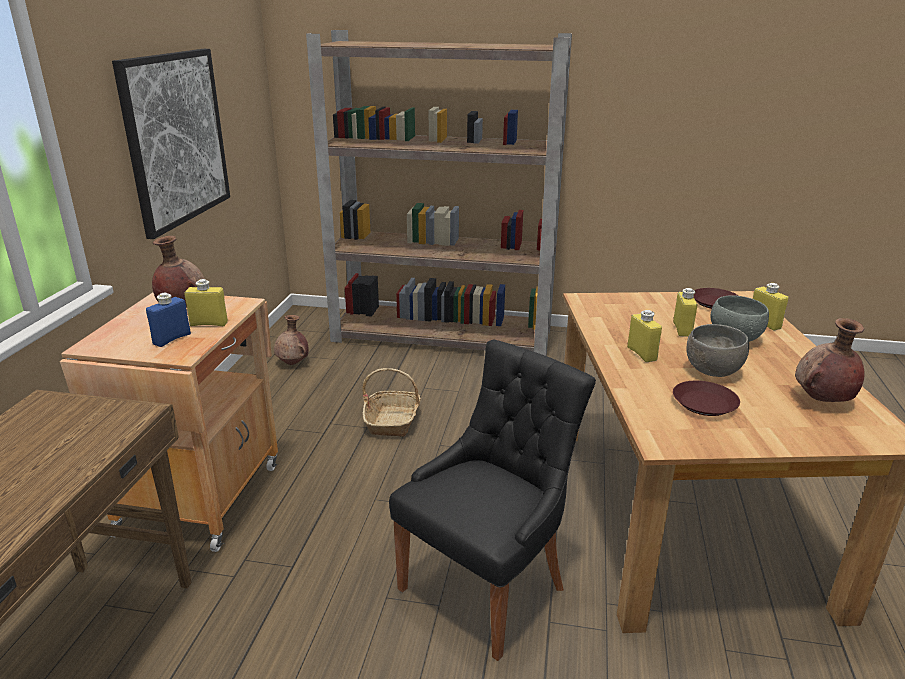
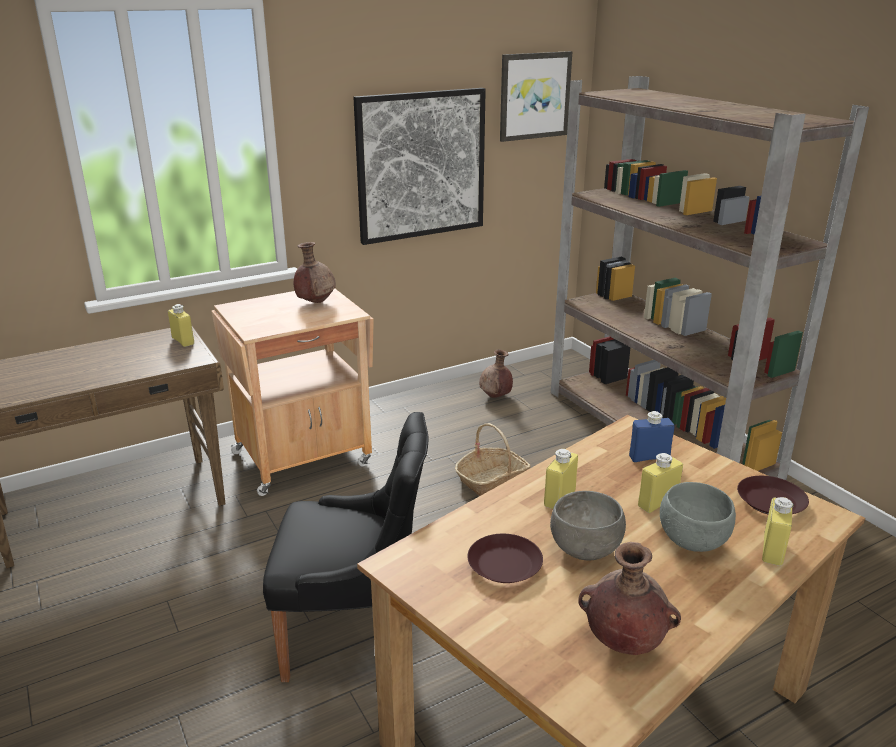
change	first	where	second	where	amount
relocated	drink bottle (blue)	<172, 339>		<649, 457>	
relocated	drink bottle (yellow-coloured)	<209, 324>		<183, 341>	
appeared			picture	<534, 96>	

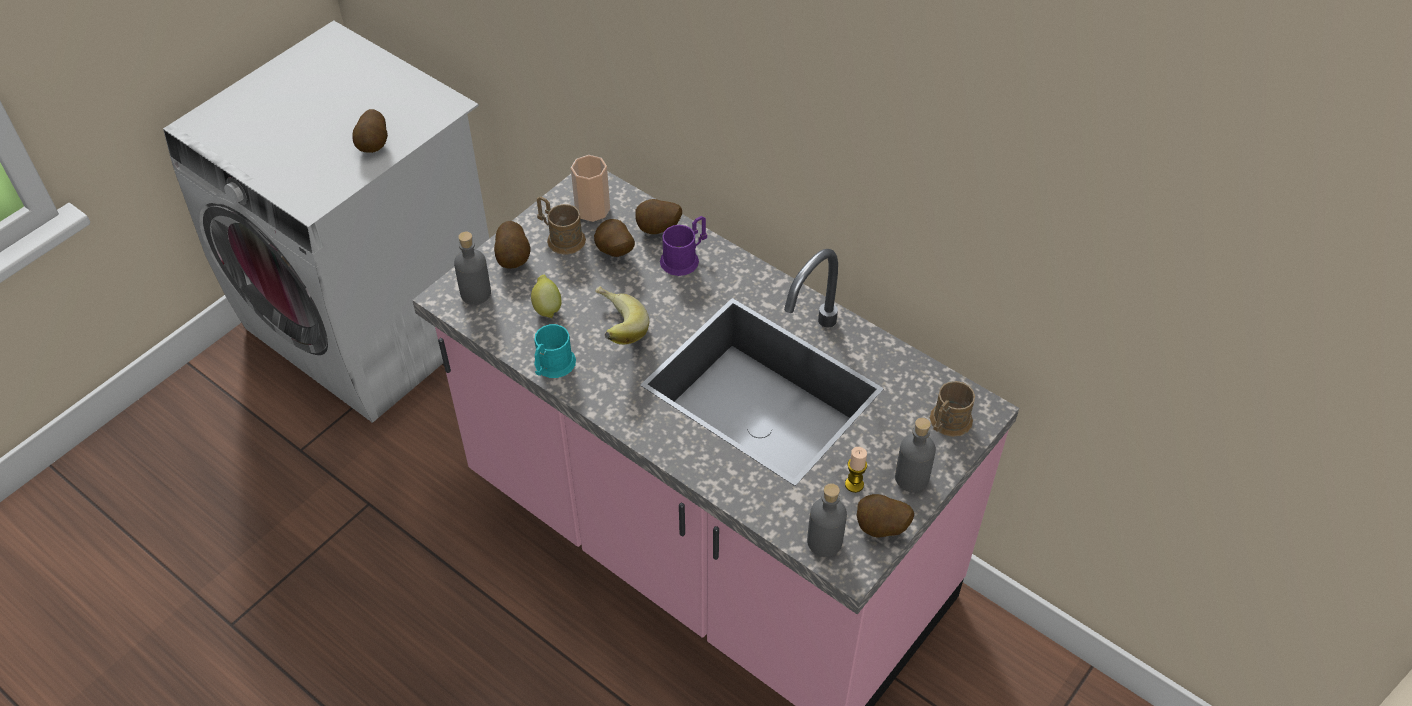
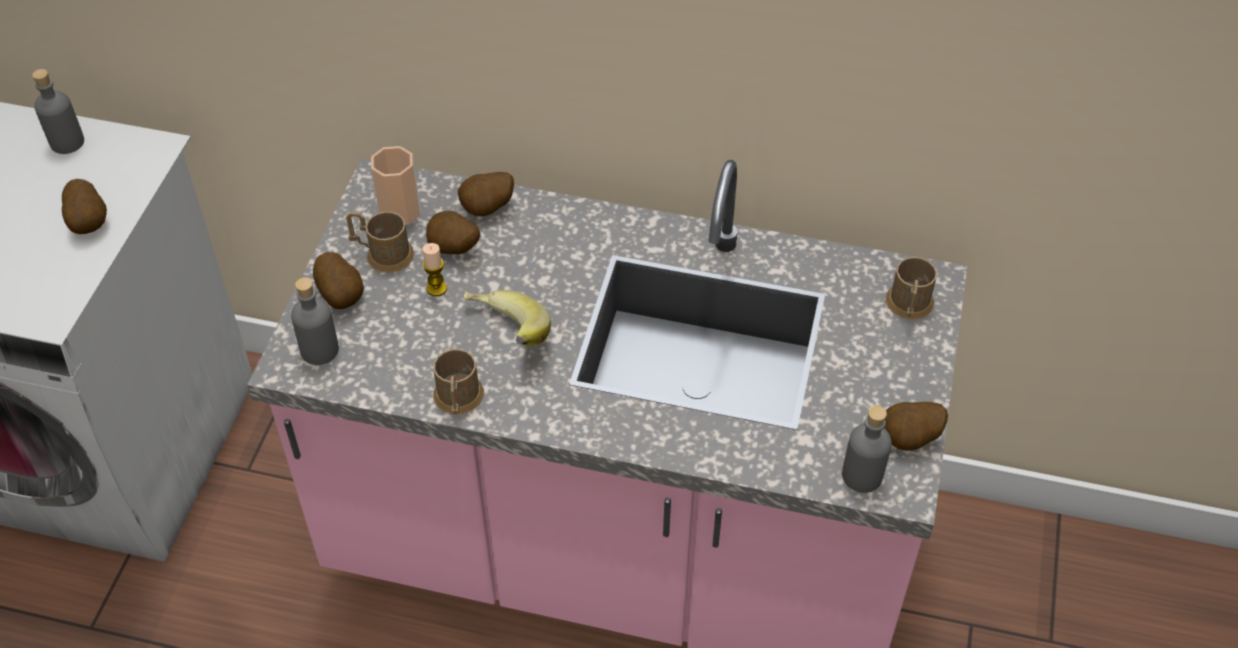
change	first	where	second	where	amount
missing	lemon	<547, 307>			
colour	mug (turquoise)	<552, 366>	mug (brownish)	<458, 400>	
missing	mug (purple)	<684, 258>			
relocated	candle	<854, 484>		<436, 288>	
relocated	drink bottle (grey)	<911, 478>		<67, 142>	

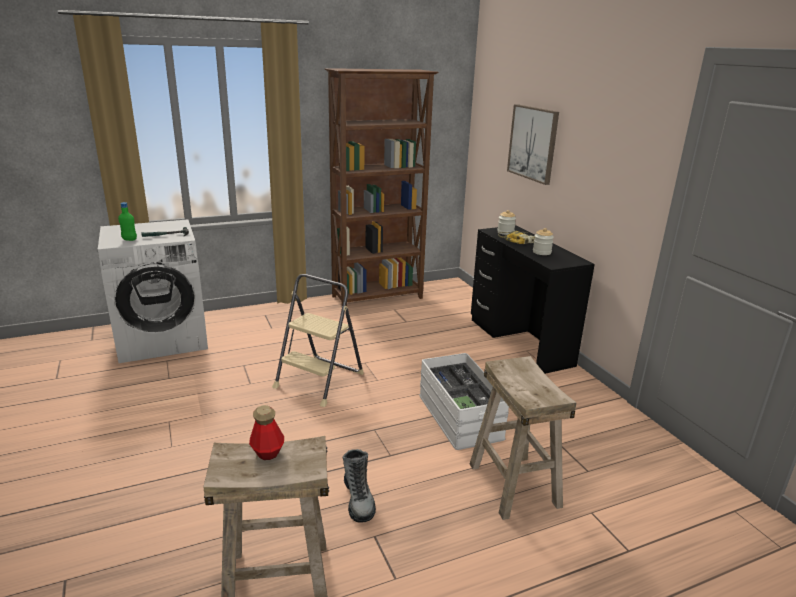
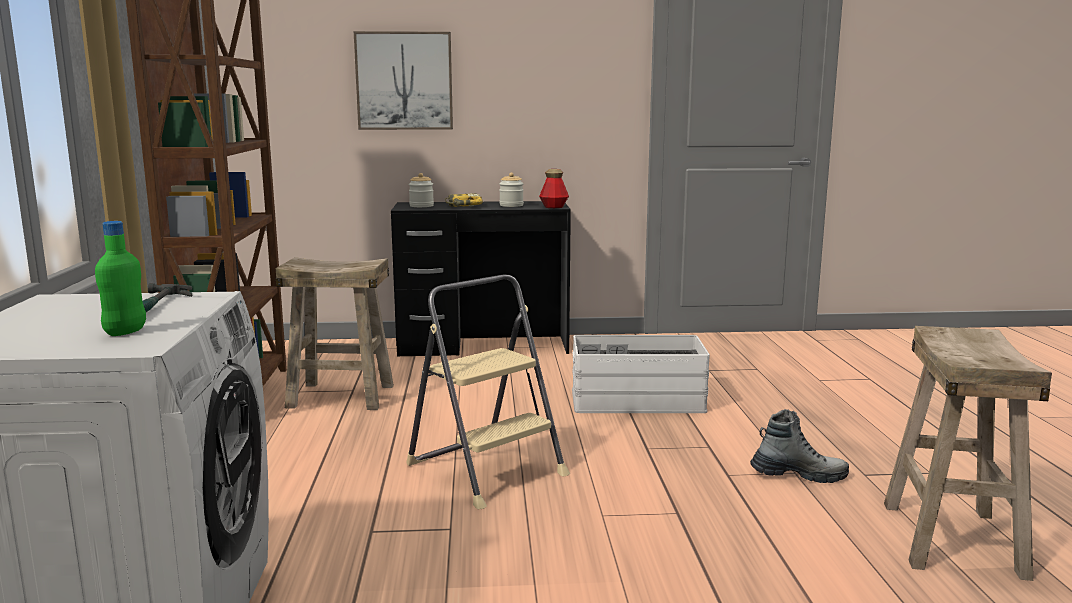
change	first	where	second	where	amount
relocated	drink bottle	<267, 452>		<554, 207>	
relocated	stool (beige-coloured)	<514, 485>		<341, 396>	

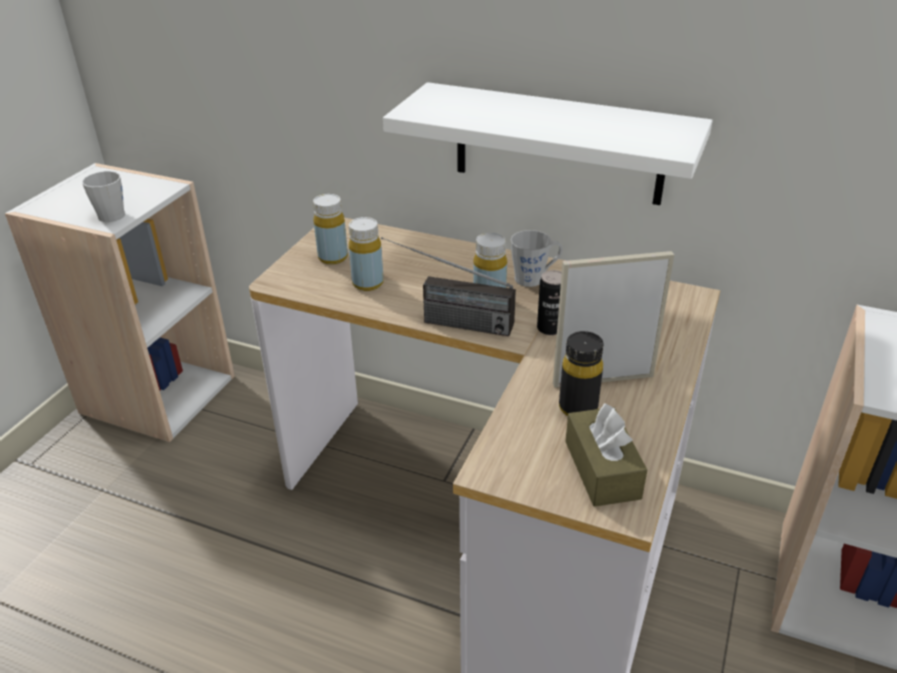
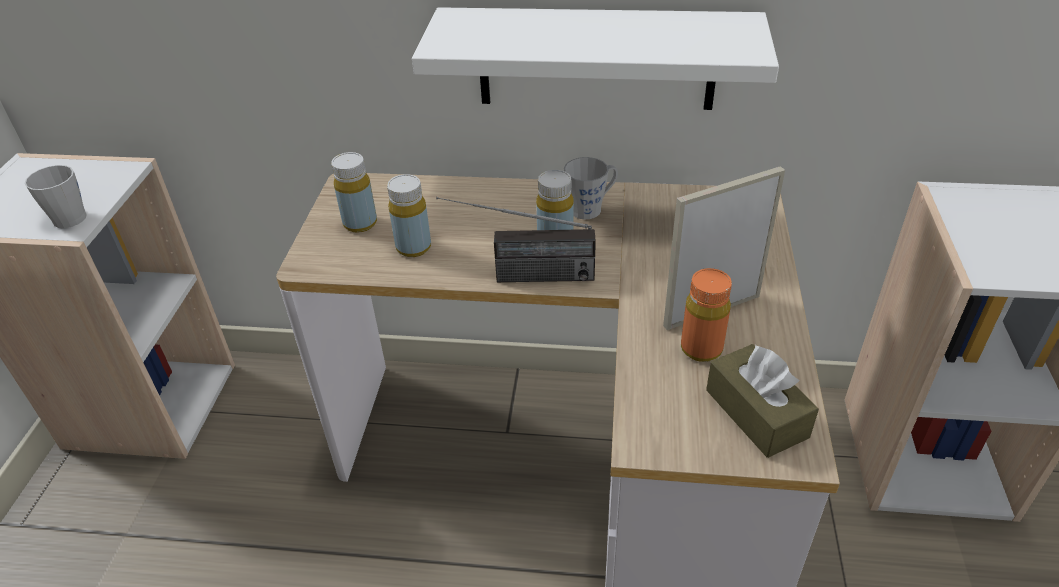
change	first	where	second	where	amount
missing	can	<550, 328>			
colour	drink bottle (black)	<578, 408>	drink bottle (orange-coloured)	<701, 348>	

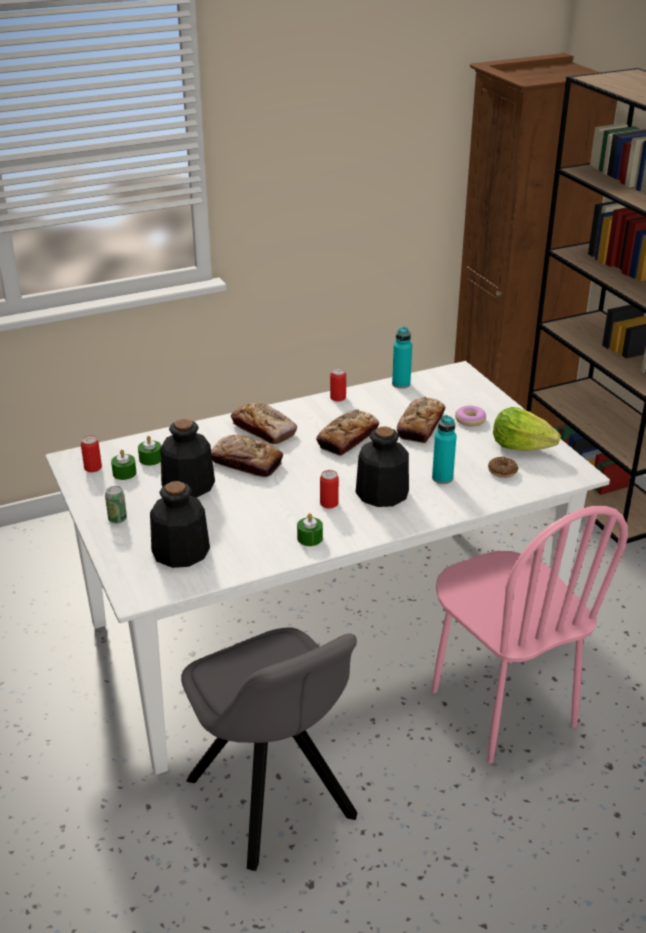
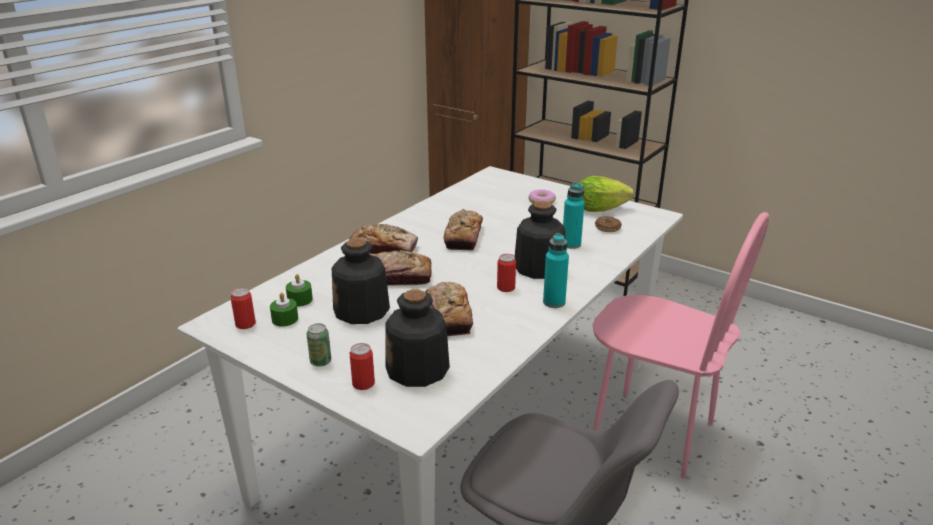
change	first	where	second	where	amount
missing	candle (greenish)	<310, 538>			
relocated	can	<338, 398>		<363, 383>	
relocated	drink bottle (turquoise)	<401, 384>		<554, 302>	
relocated	bakery bread	<420, 426>		<448, 316>	

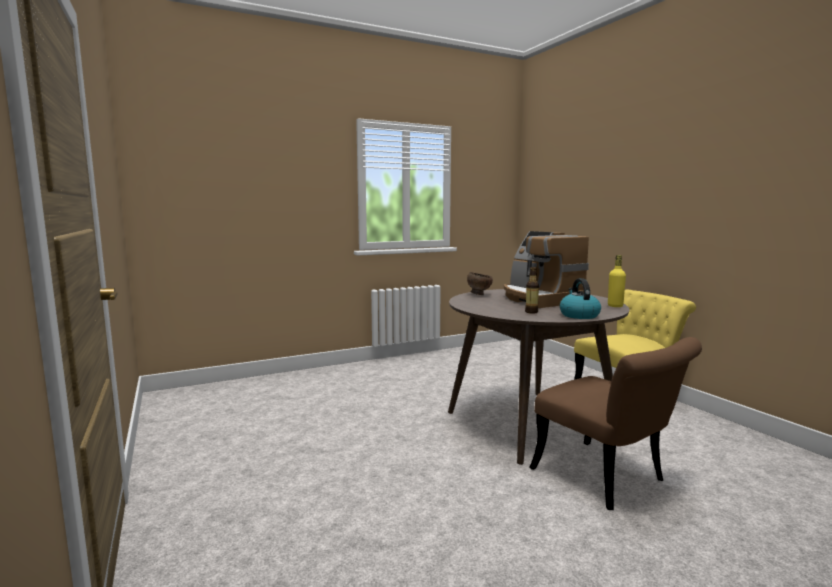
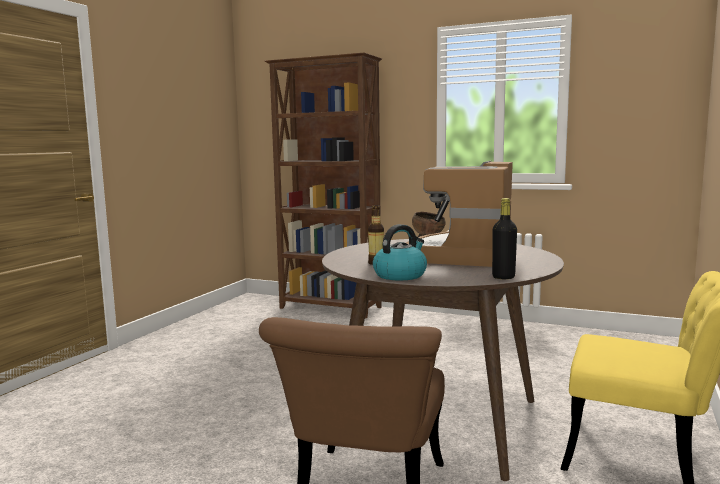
change	first	where	second	where	amount
colour	drink bottle (yellow-coloured)	<615, 306>	drink bottle (black)	<503, 277>	
appeared			shelving unit (brownish)	<330, 308>	

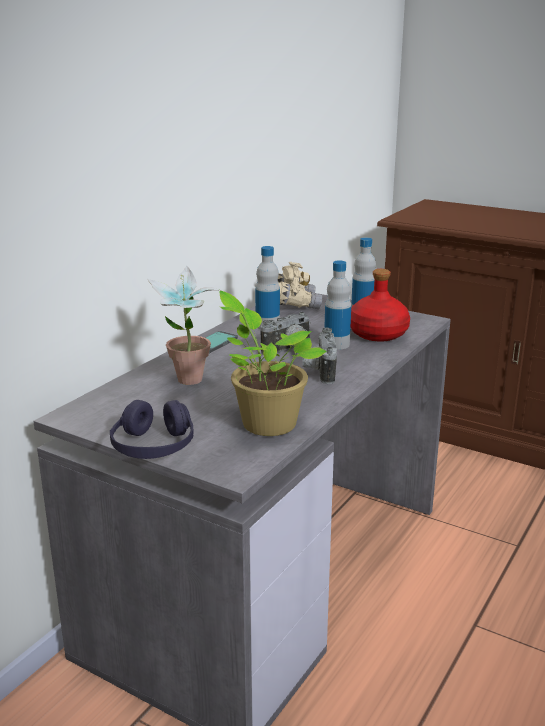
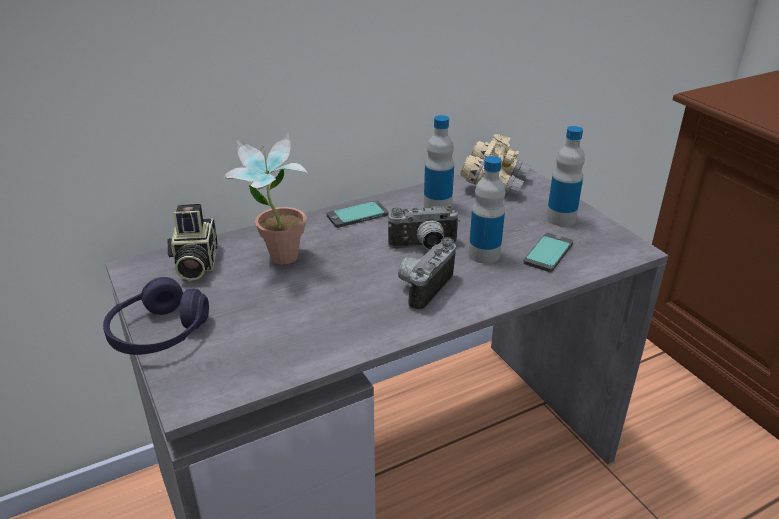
change	first	where	second	where	amount
missing	houseplant	<265, 423>			
exchanged	drink bottle (red-coloured)	<377, 334>	handset	<548, 253>	
appeared			still camera	<195, 264>	

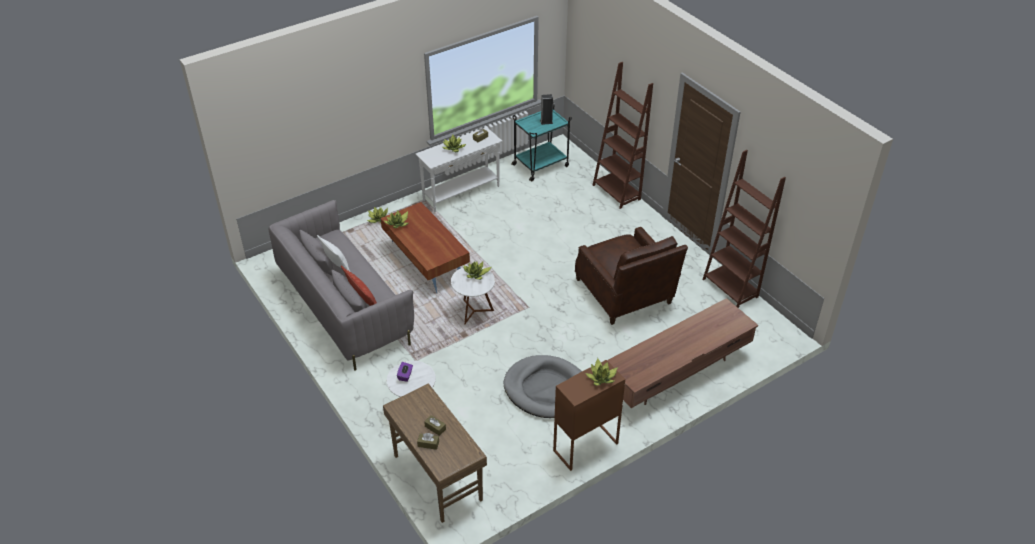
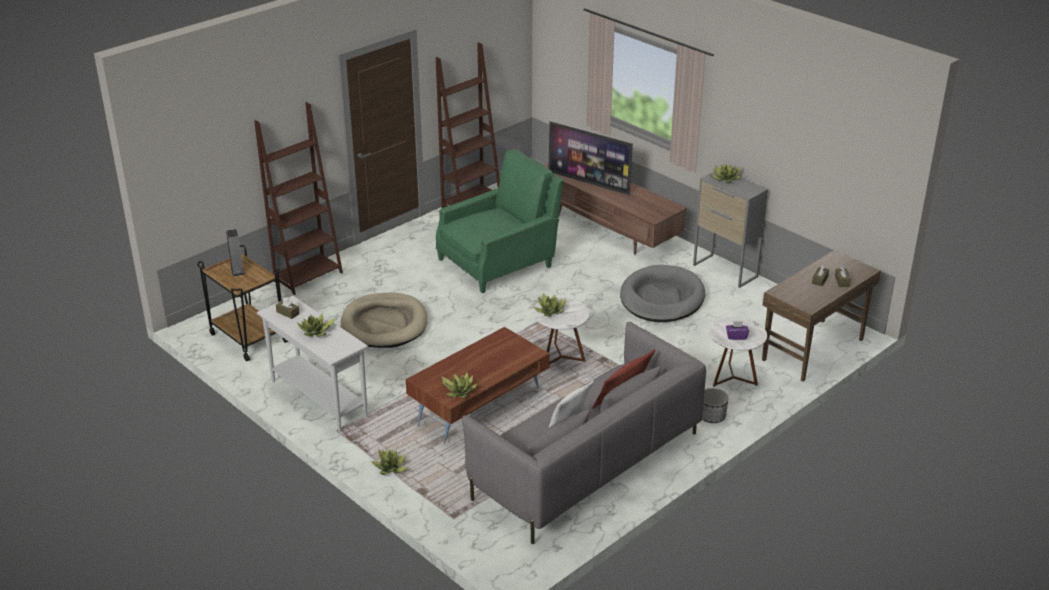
change	first	where	second	where	amount
colour	trolley (turquoise)	<541, 165>	trolley (brownish)	<248, 337>	
colour	cupboard (brownish)	<584, 447>	cupboard (grey)	<725, 271>	
colour	armchair (brownish)	<624, 294>	armchair (greenish)	<498, 262>	
appeared			dog cushion (beige-coloured)	<384, 324>	
appeared			TV	<589, 182>	
appeared			plant pot	<711, 416>	

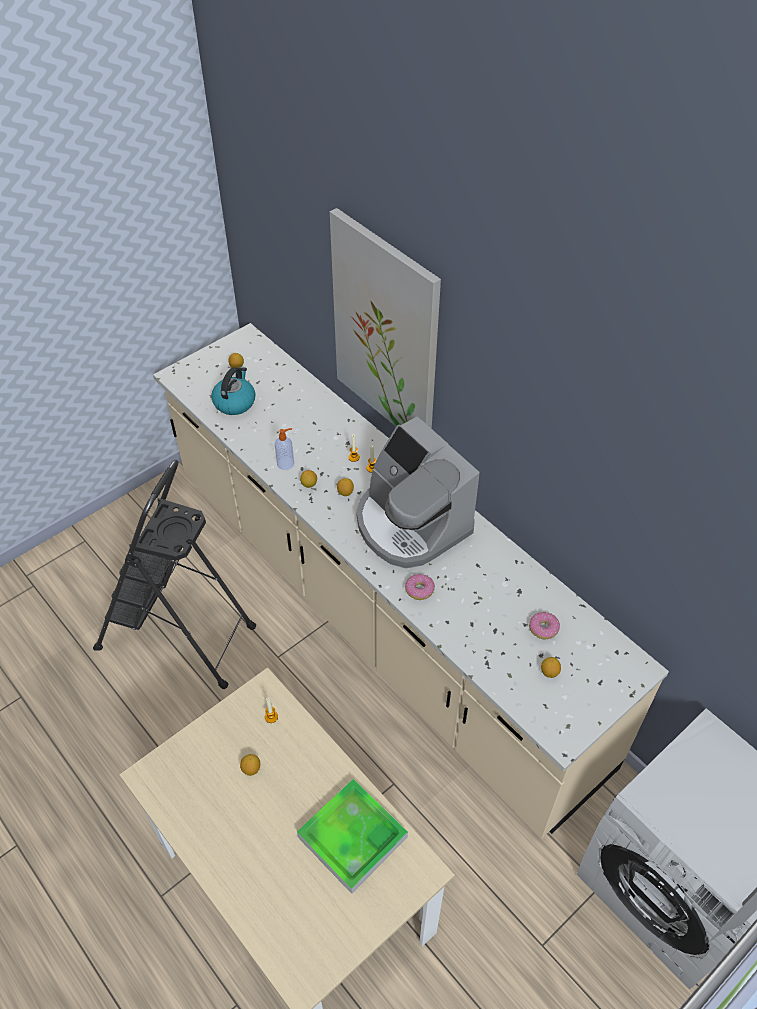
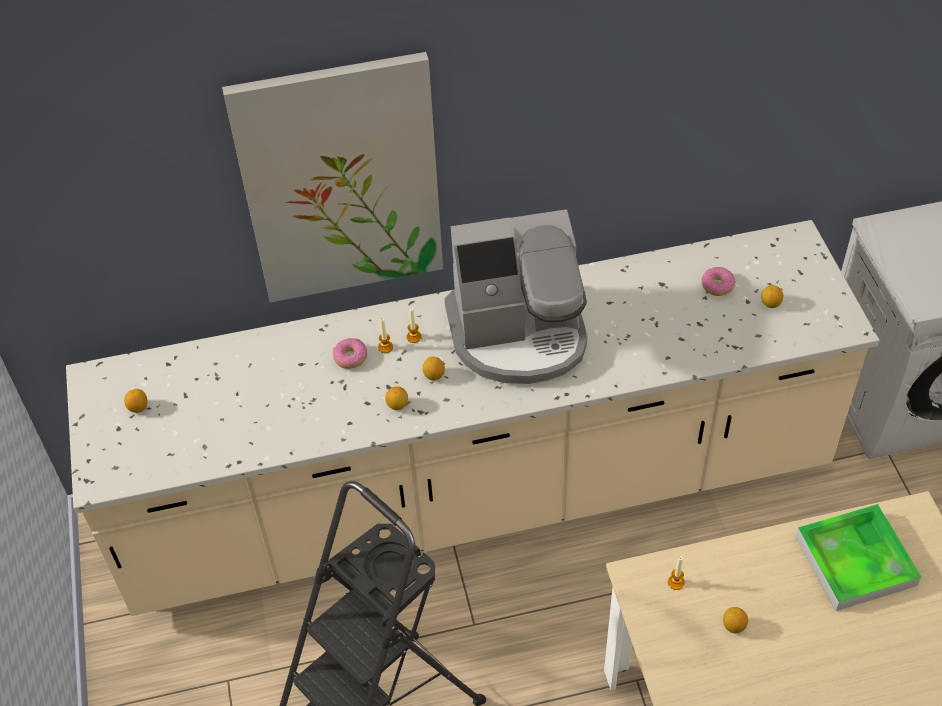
change	first	where	second	where	amount
missing	kettle	<234, 402>			
missing	liquid soap bottle	<286, 463>			
relocated	ring doughnut	<419, 590>		<350, 357>	

